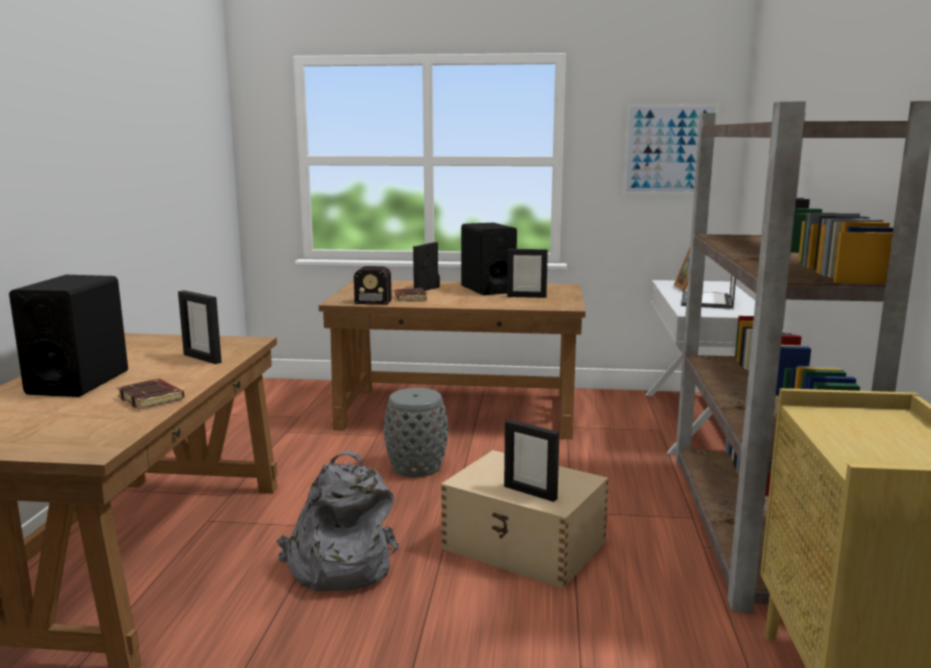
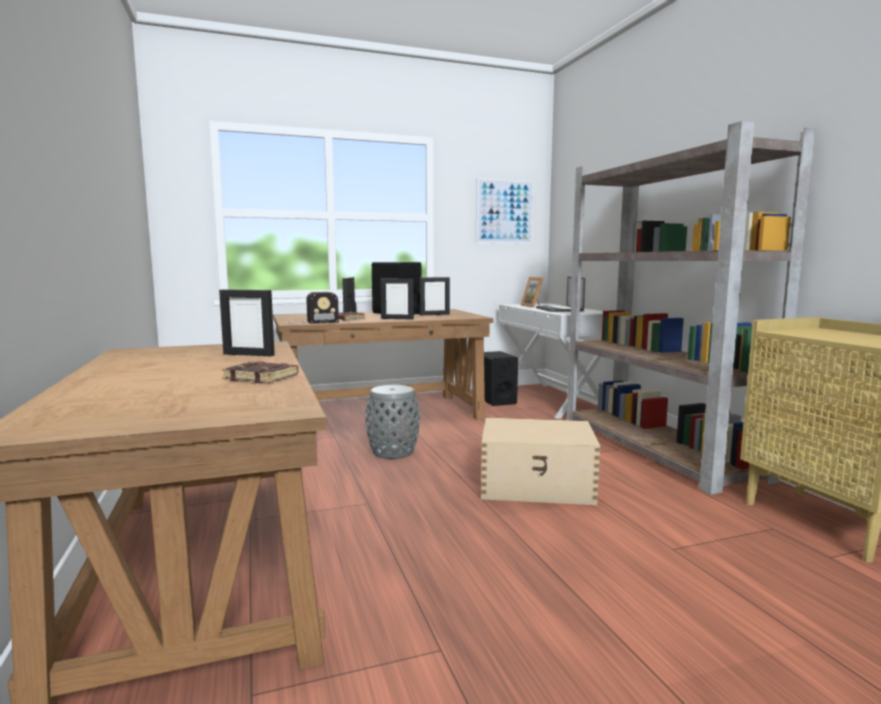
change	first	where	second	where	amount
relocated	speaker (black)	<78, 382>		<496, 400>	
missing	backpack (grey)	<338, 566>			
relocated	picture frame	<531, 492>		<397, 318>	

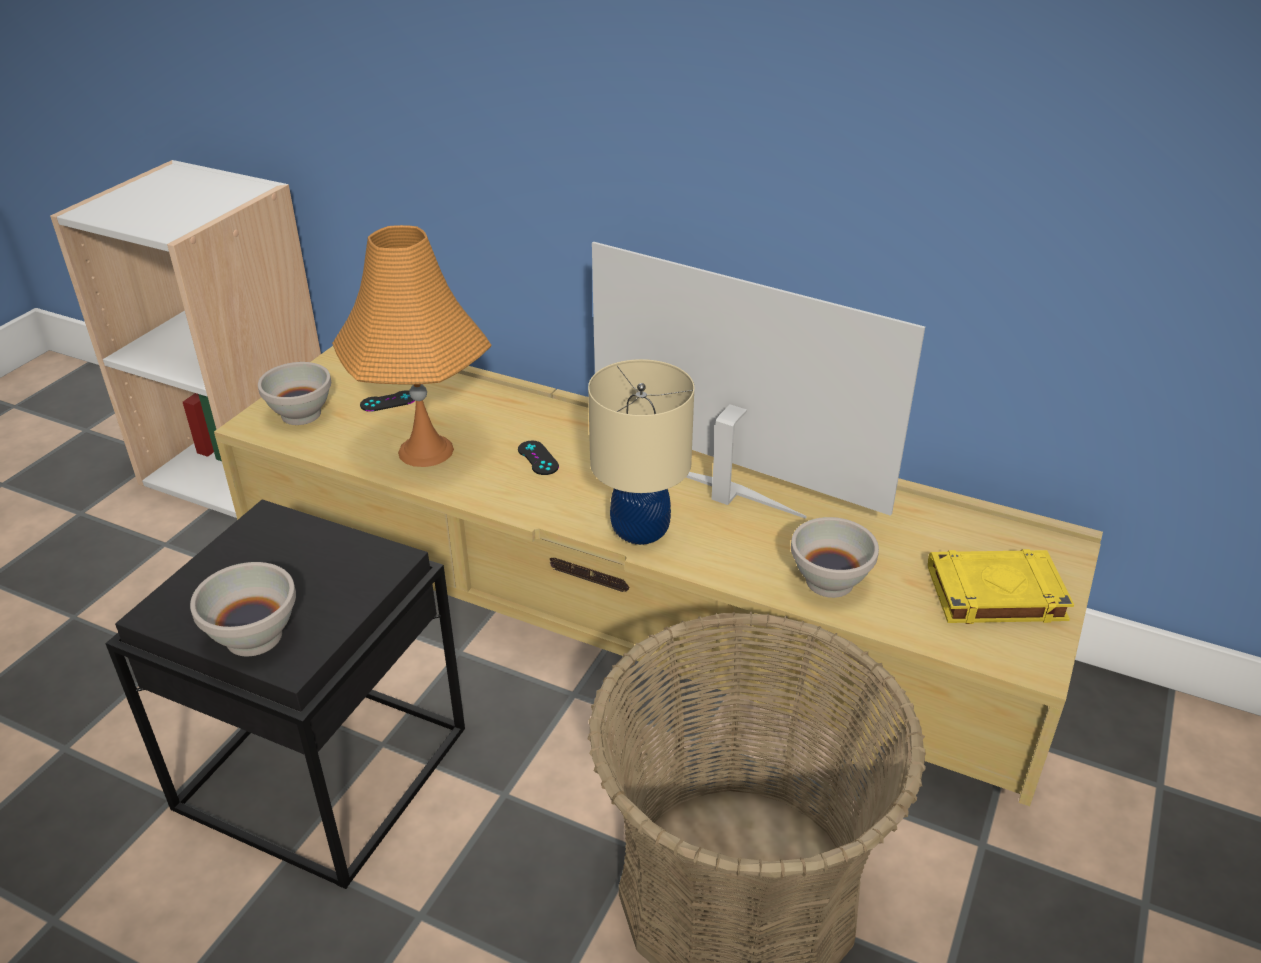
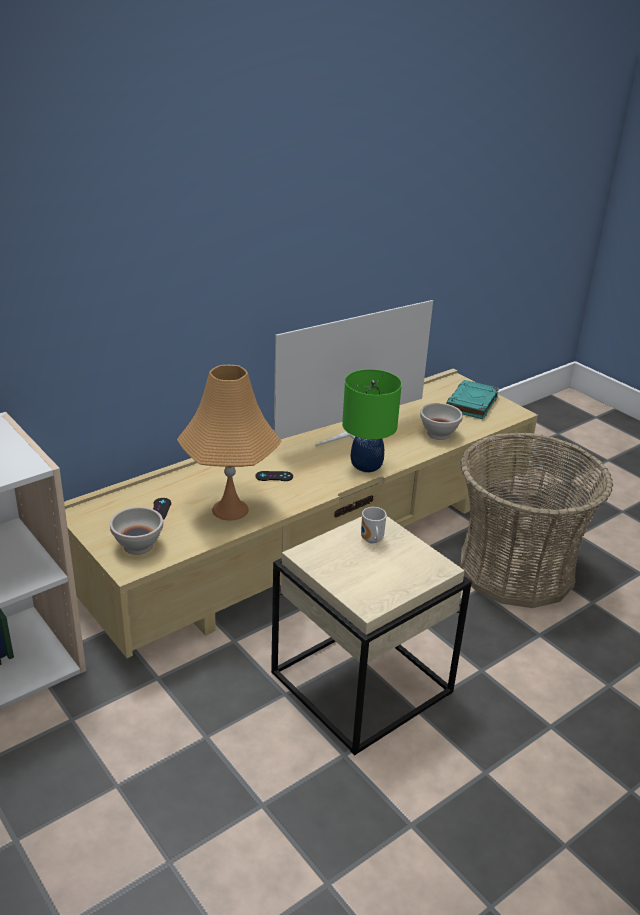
change	first	where	second	where	amount
colour	end table (black)	<327, 768>	end table (beige-coloured)	<361, 681>	
missing	serving bowl (whitish)	<255, 636>			
colour	table lamp (beige-coloured)	<637, 533>	table lamp (greenish)	<366, 468>	
colour	book (yellow-coloured)	<994, 594>	book (turquoise)	<472, 404>	
appeared			mug	<371, 540>	

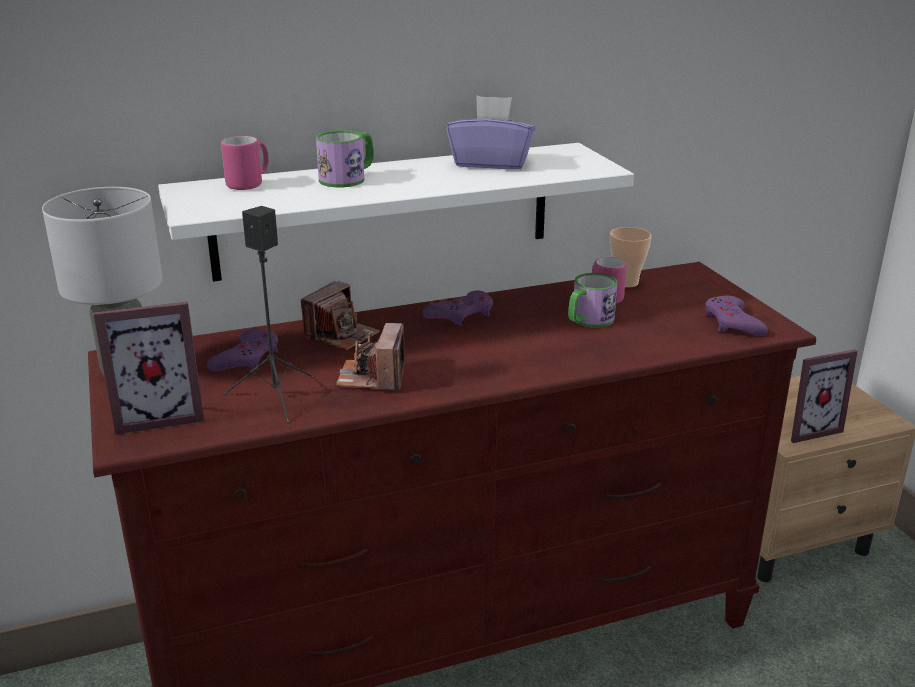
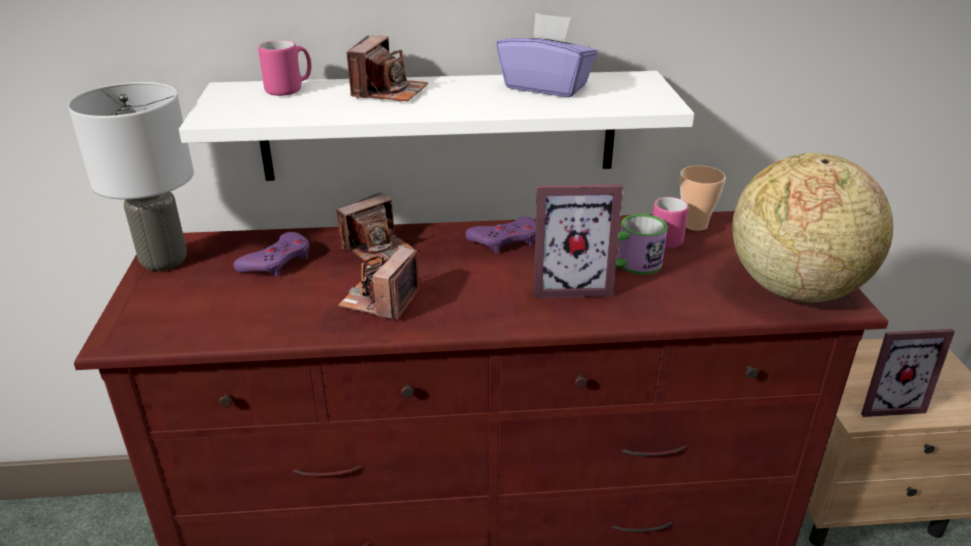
change	first	where	second	where	amount
relocated	picture frame	<159, 415>		<570, 284>	
missing	speaker (black)	<276, 398>			
exchanged	mug	<348, 178>	still camera	<388, 92>	
exchanged	gamepad (purple)	<732, 323>	globe	<793, 289>	

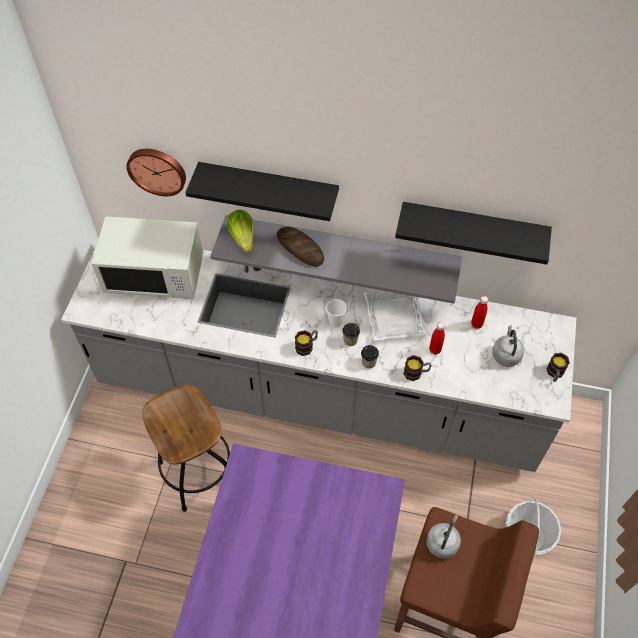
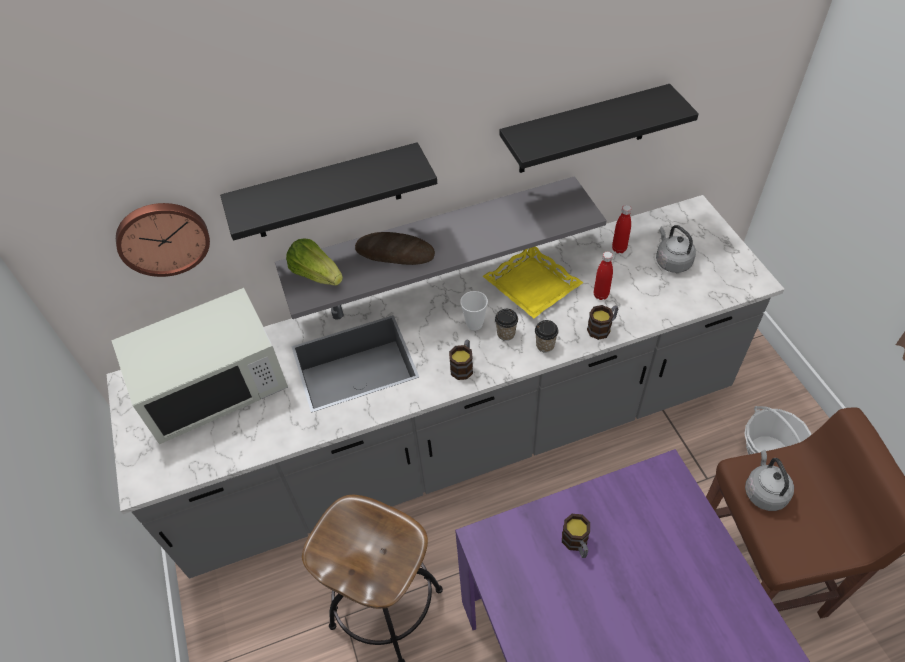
change	first	where	second	where	amount
colour	tray (whitish)	<393, 317>	tray (yellow-coloured)	<531, 286>	
relocated	mug	<554, 374>		<576, 544>	

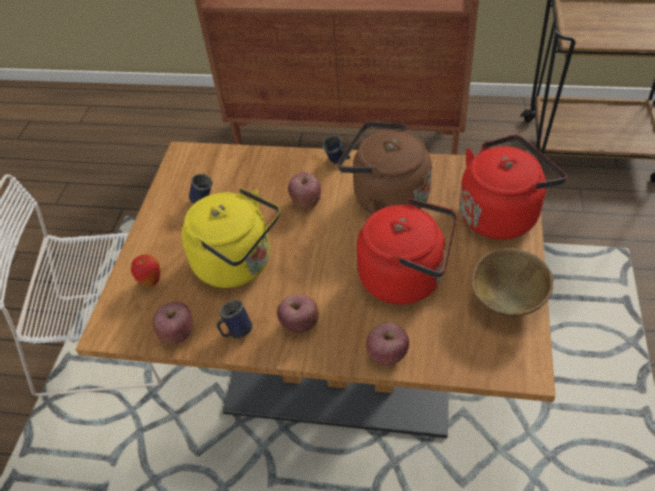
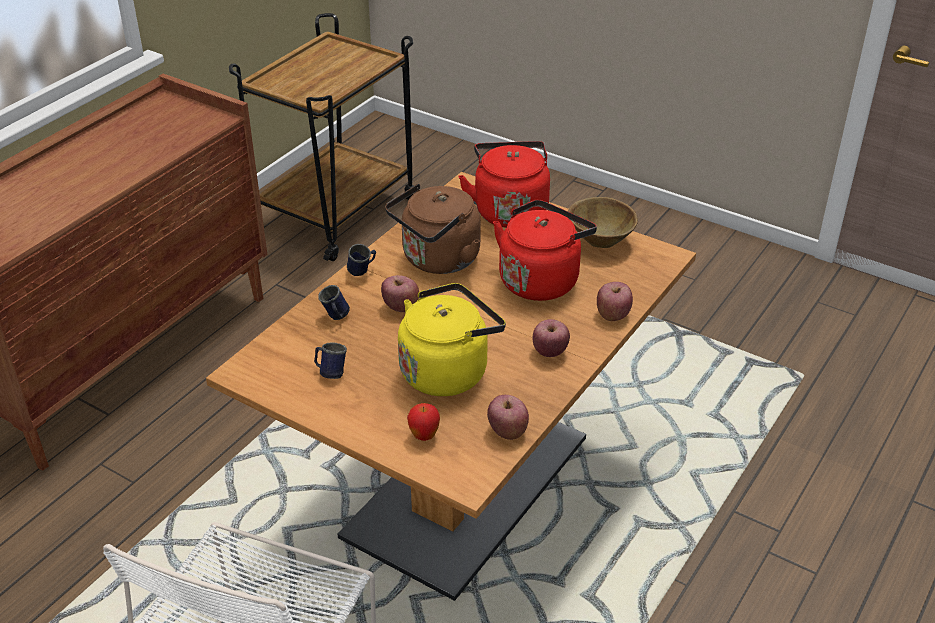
change	first	where	second	where	amount
relocated	mug (blue)	<235, 331>		<336, 318>	

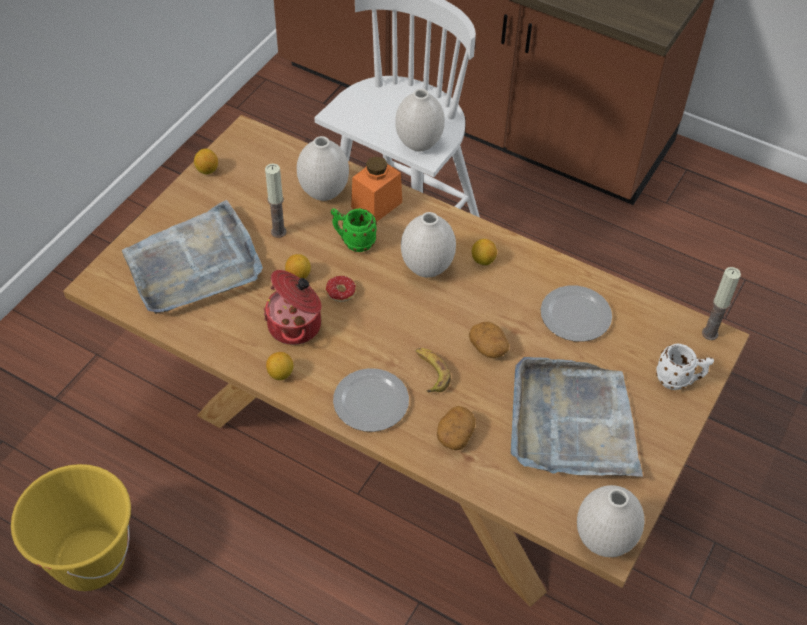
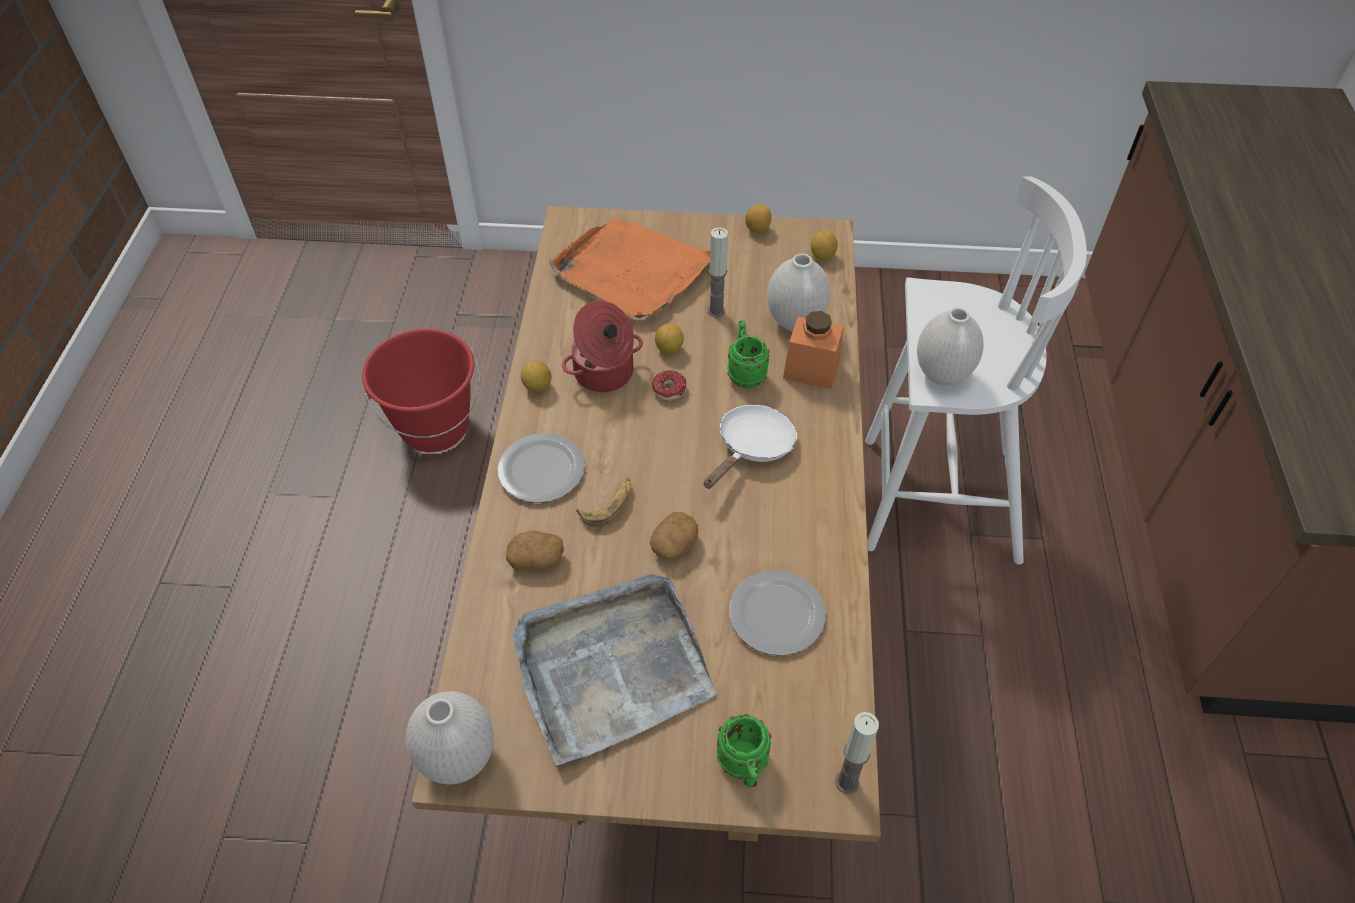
change	first	where	second	where	amount
colour	bucket (yellow-coloured)	<89, 559>	bucket (red-coloured)	<434, 427>	
colour	tray (grey)	<194, 264>	tray (orange-coloured)	<632, 271>	
exchanged	vase (whitish)	<428, 268>	skillet (whitish)	<752, 447>	
relocated	lemon	<483, 260>		<822, 256>	
colour	mug (whitish)	<679, 380>	mug (greenish)	<744, 767>	

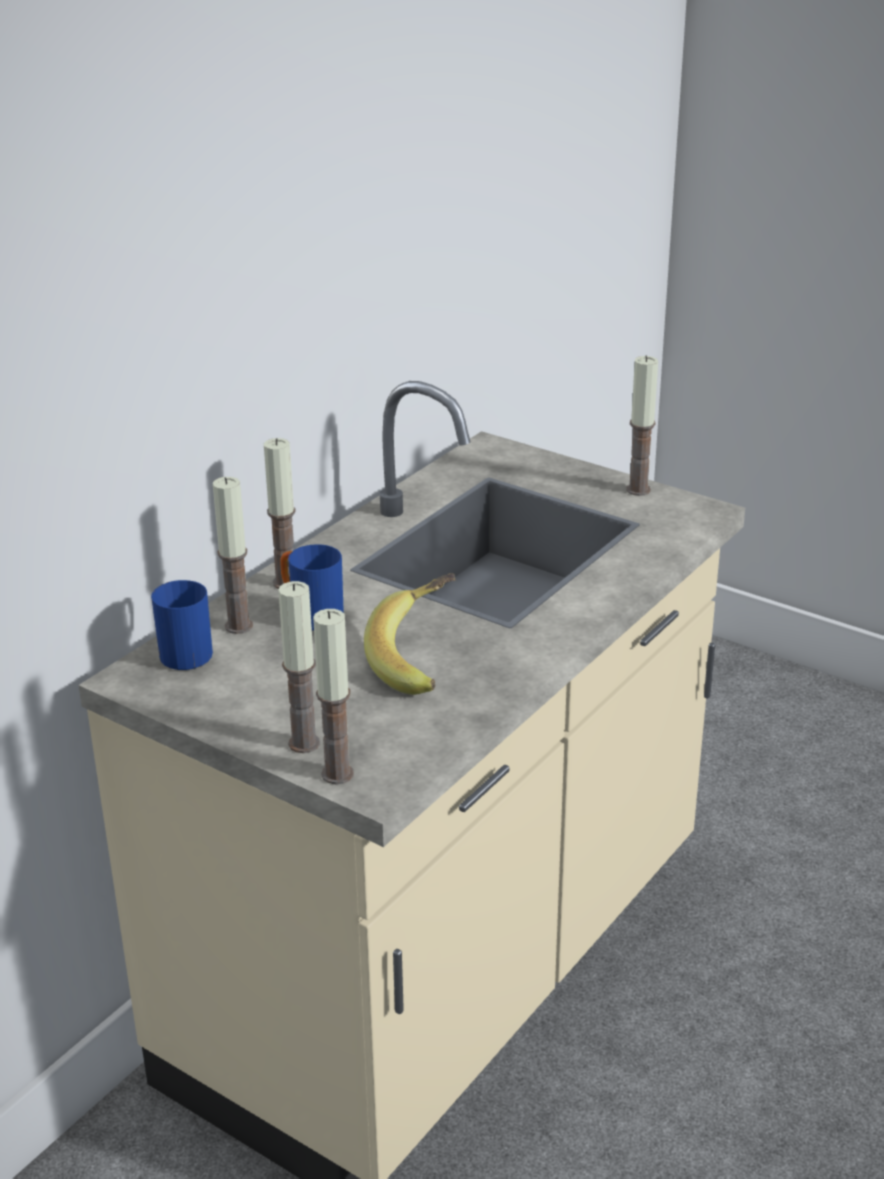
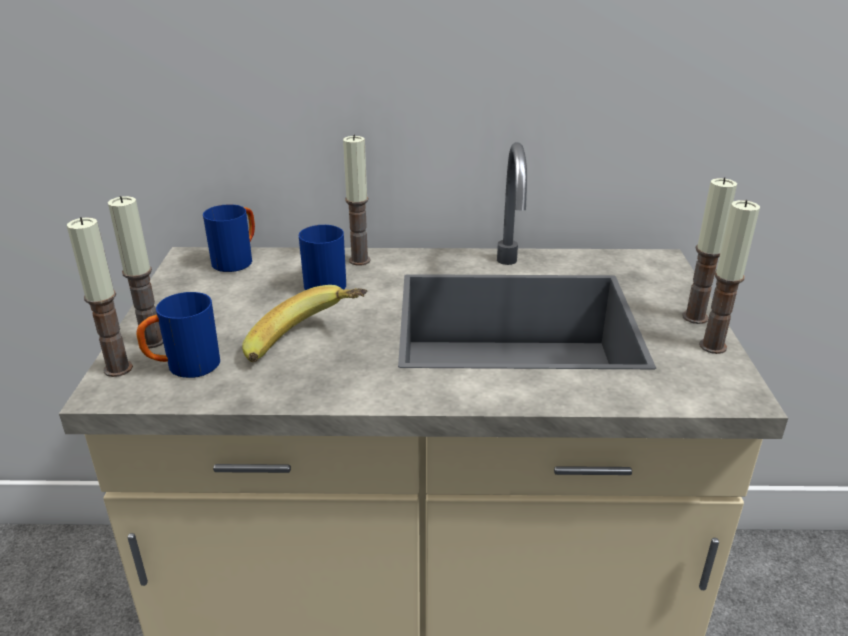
change	first	where	second	where	amount
relocated	candle	<239, 626>		<695, 317>	
appeared			mug (blue)	<184, 367>	

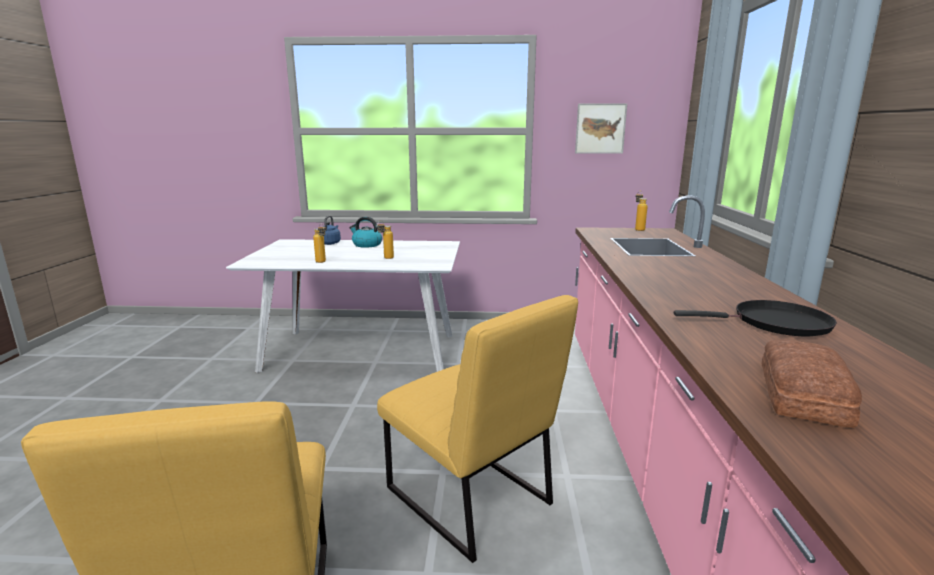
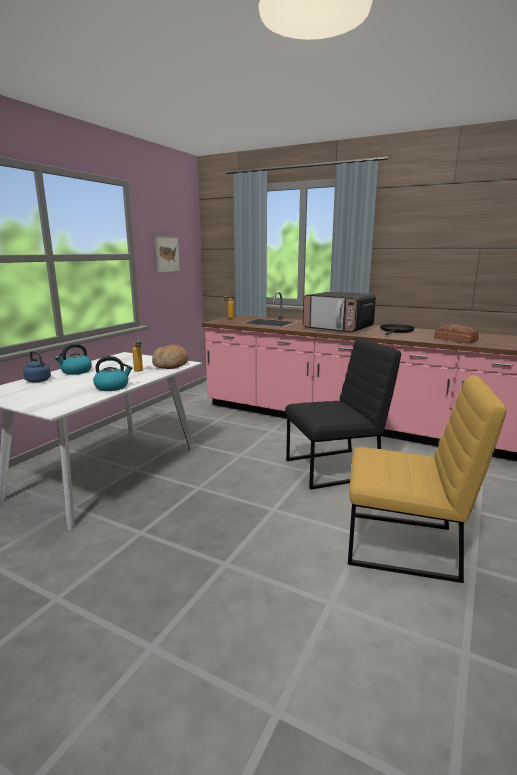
change	first	where	second	where	amount
exchanged	drink bottle	<322, 262>	kettle	<112, 387>	
colour	plain chair (yellow-coloured)	<470, 498>	plain chair (black)	<335, 468>	
appeared			bakery bread	<171, 365>	
appeared			kitchen microwave	<338, 328>	

